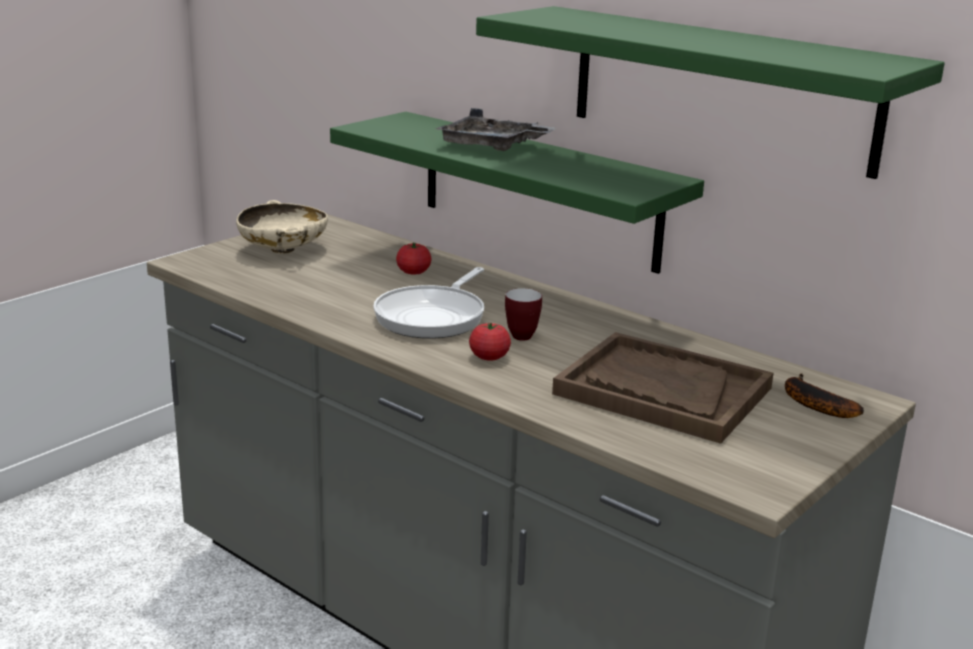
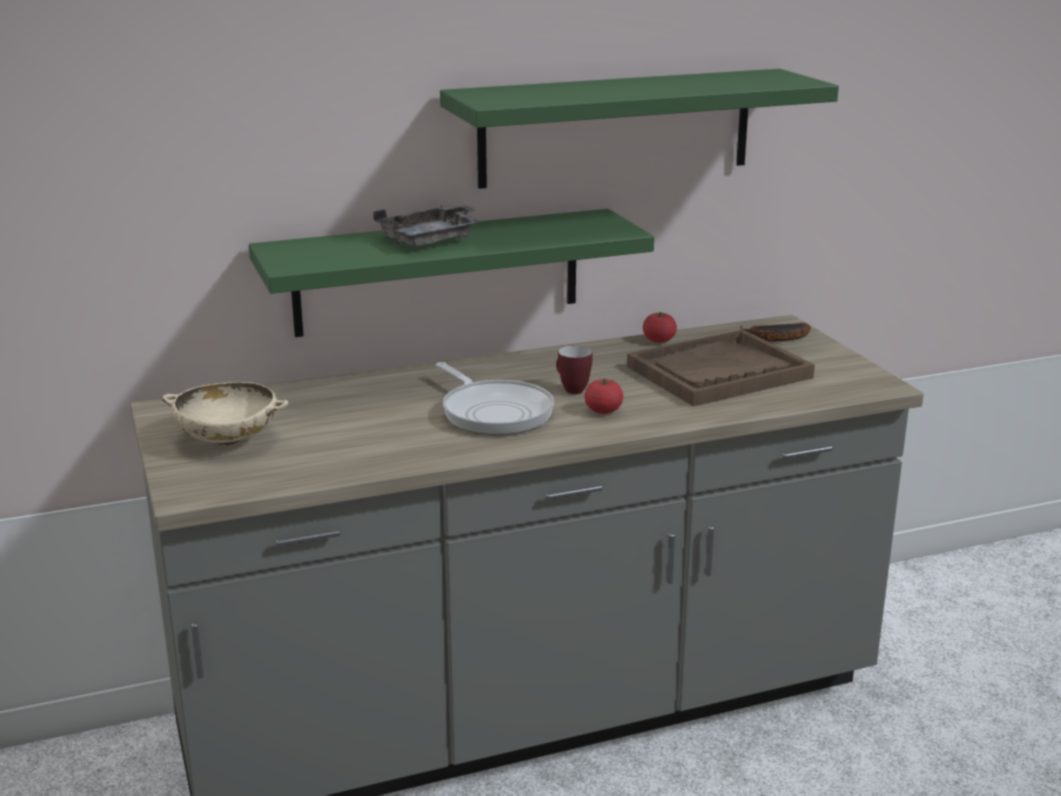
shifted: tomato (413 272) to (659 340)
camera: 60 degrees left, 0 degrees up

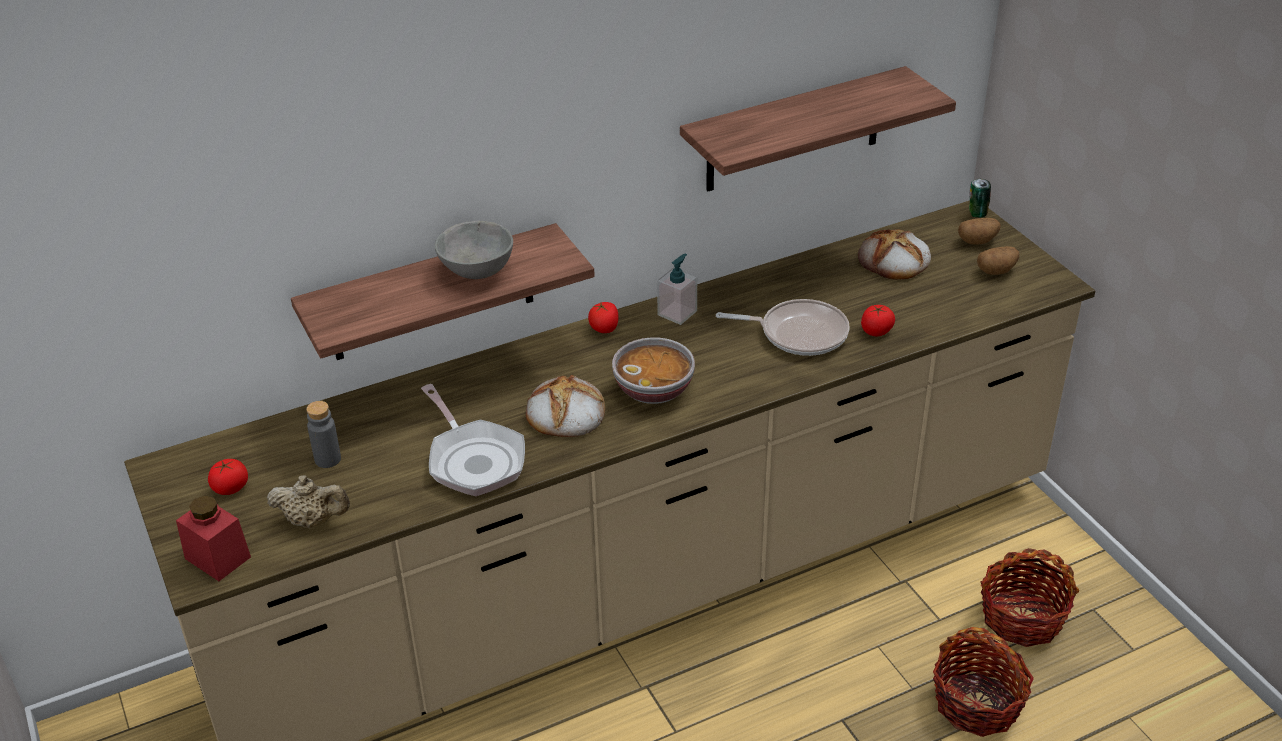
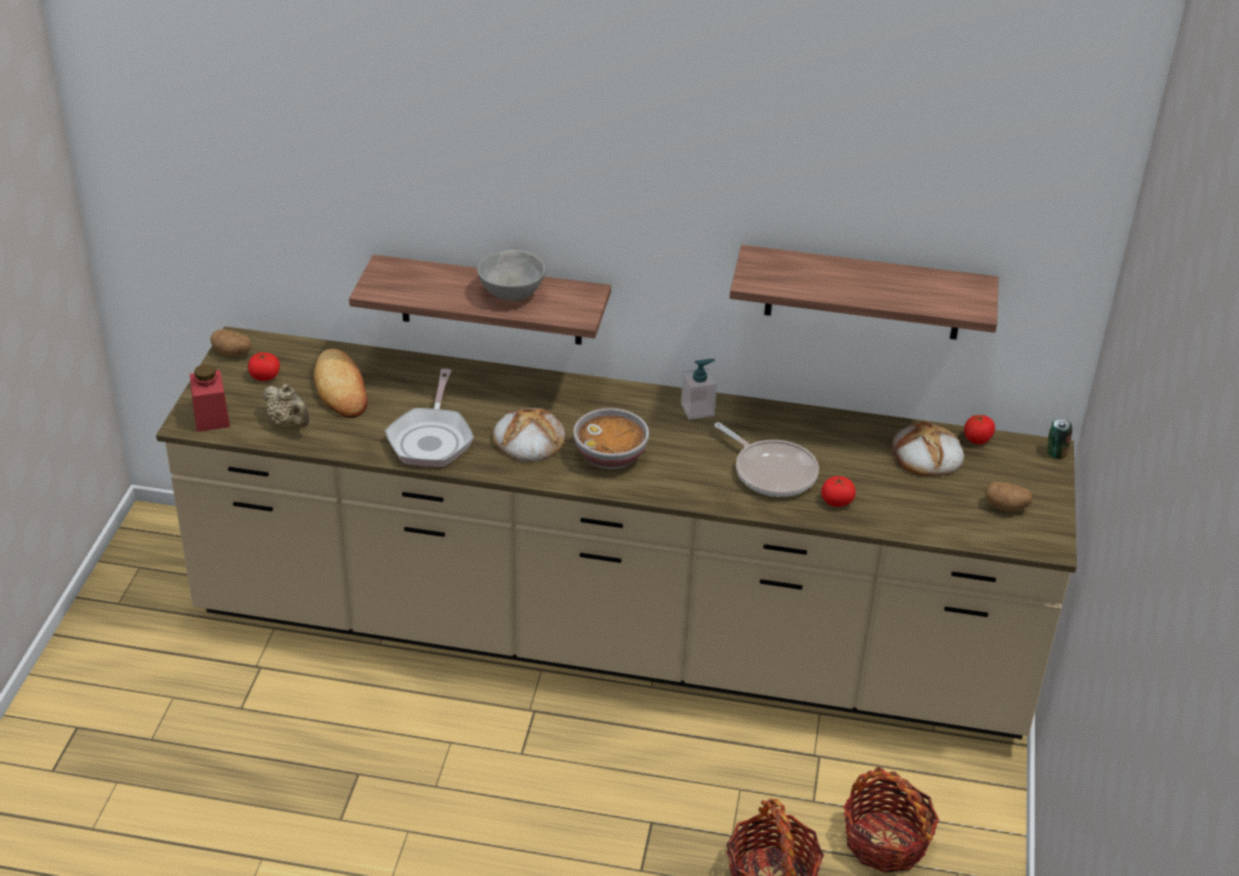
shifted: tomato (604 328) to (977 439); whole potato (977 241) to (233 354)
swapped: gray drink bottle (327 459) to bread (341 389)
camera: 35 degrees right, 0 degrees up

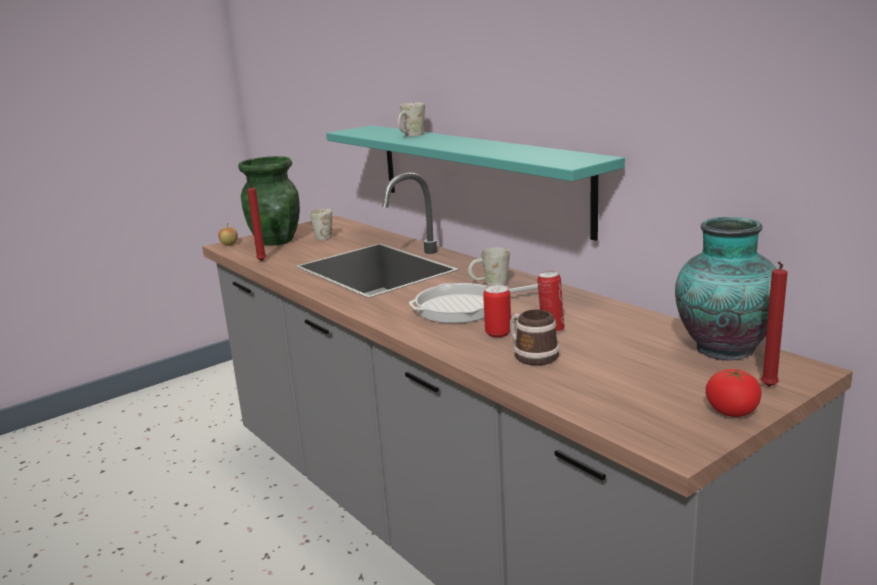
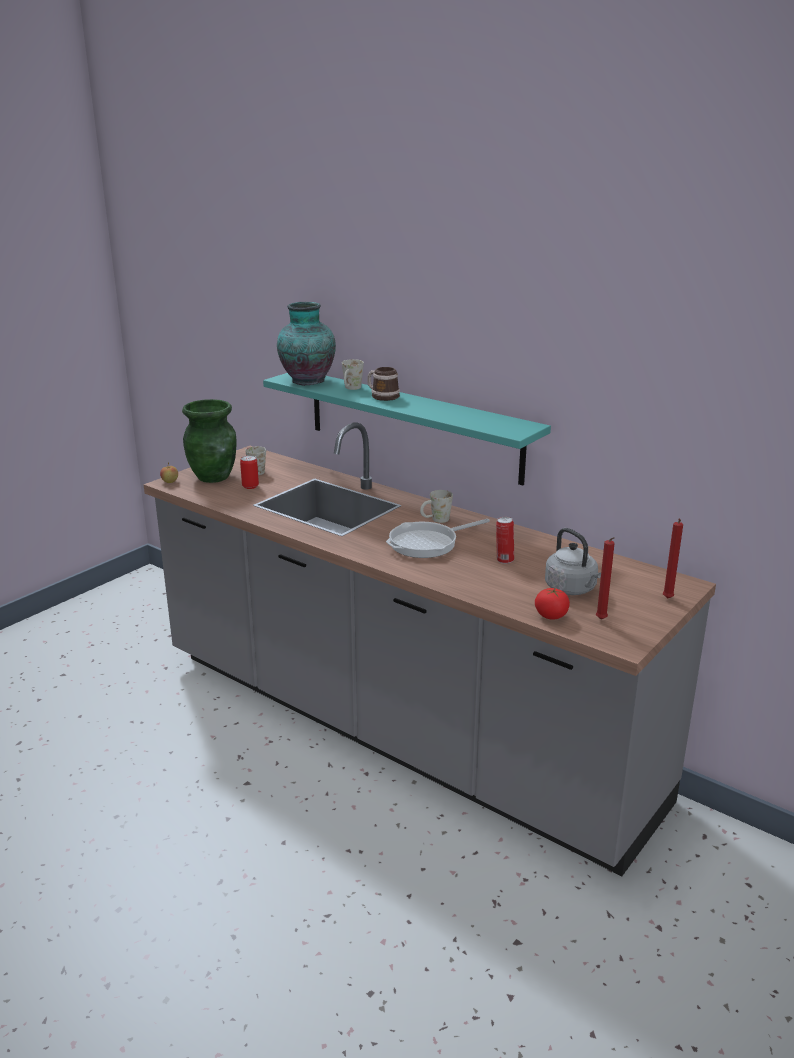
new: gray water kettle (572 589)
shifted: reddish wax candle (261 261) to (601 620); sealed can (498 333) to (250 486); tea mug (531 354) to (382 396); decorative vase (721 349) to (306 381); tomato (731 411) to (551 615)
camera: 15 degrees left, 5 degrees up

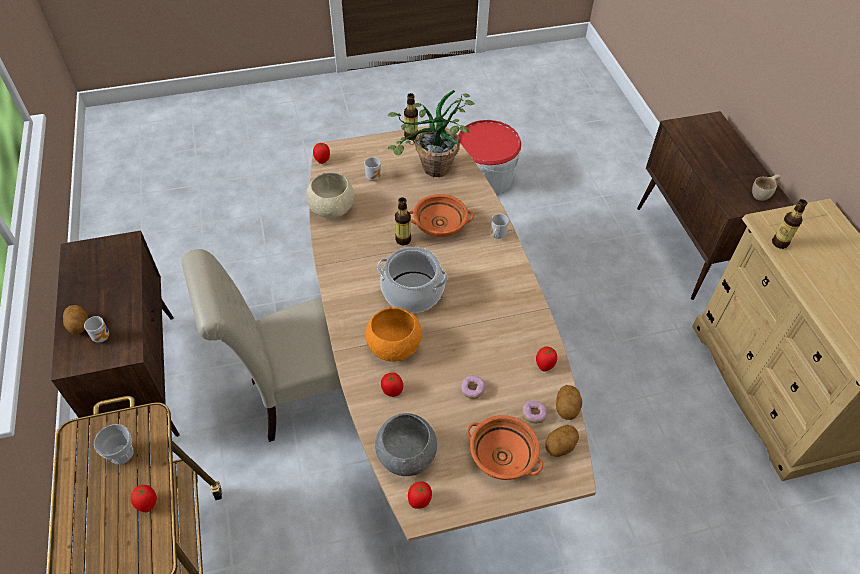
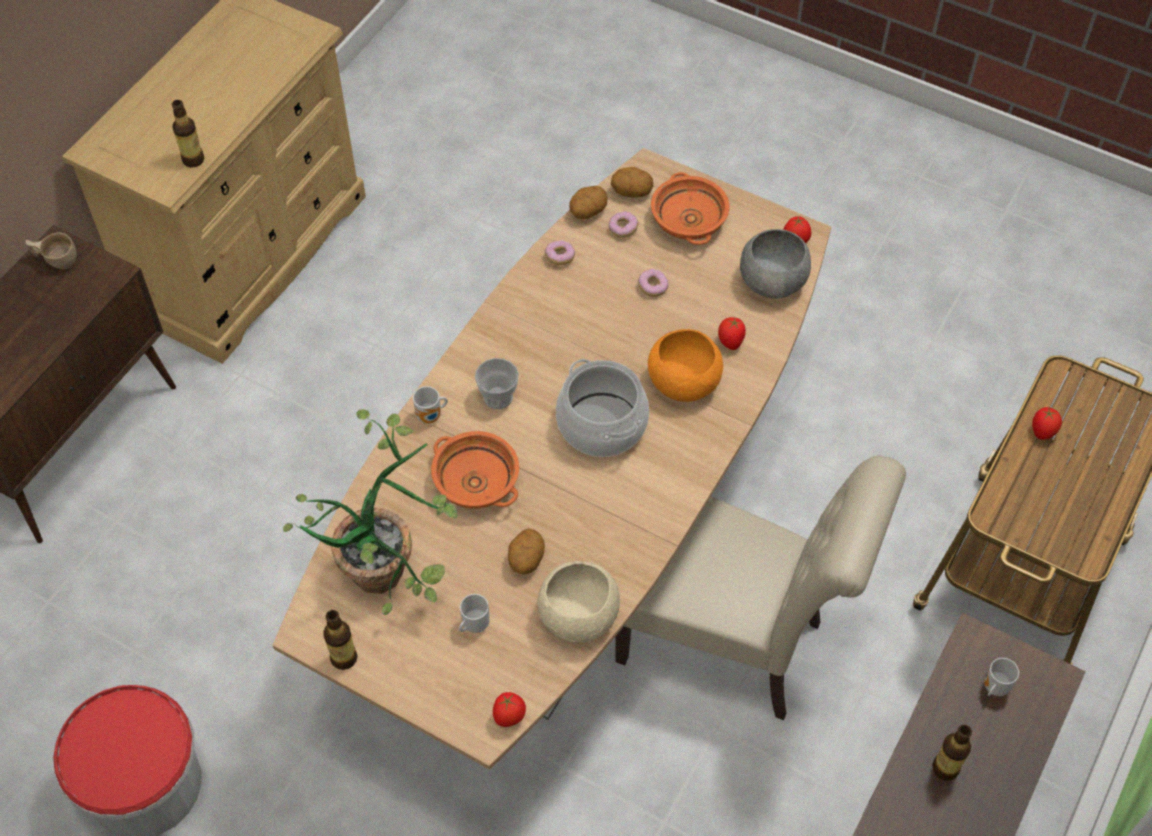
shifted: whole potato (79 326) to (526 560); cup (121 453) to (498 397); drink bottle (403 240) to (945 768)
swapped: tomato (544 365) to doughnut (560 257)
camera: 135 degrees left, 5 degrees up

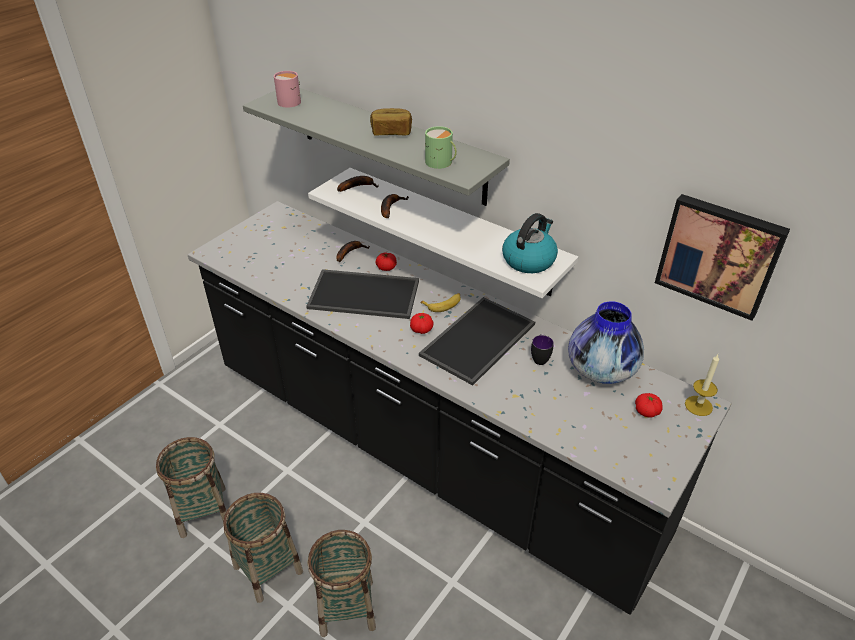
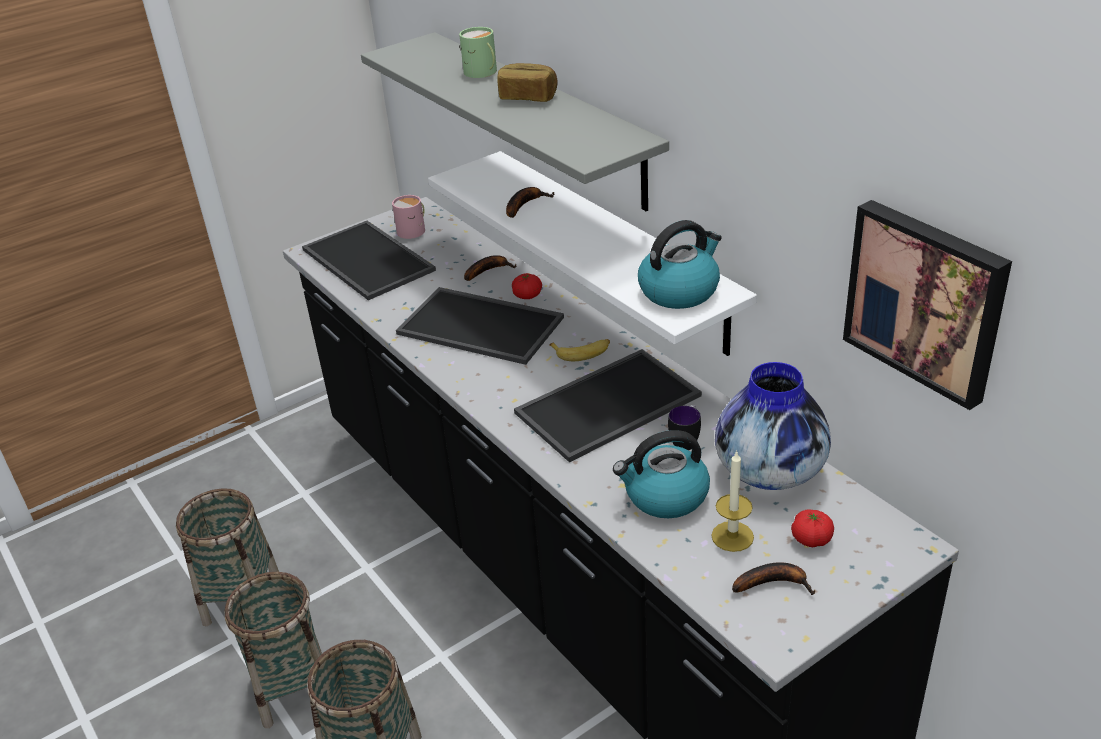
gone: tomato (421 329)
new: carrying tray (365 260); water kettle (665 496)
shifted: pink-coloured tea mug (291 101) to (414 230); banana fruit (358 186) to (774 583); green-coloured tea mug (441 163) to (482 72); wax candle (698 406) to (732 536)
camera: 20 degrees right, 5 degrees down

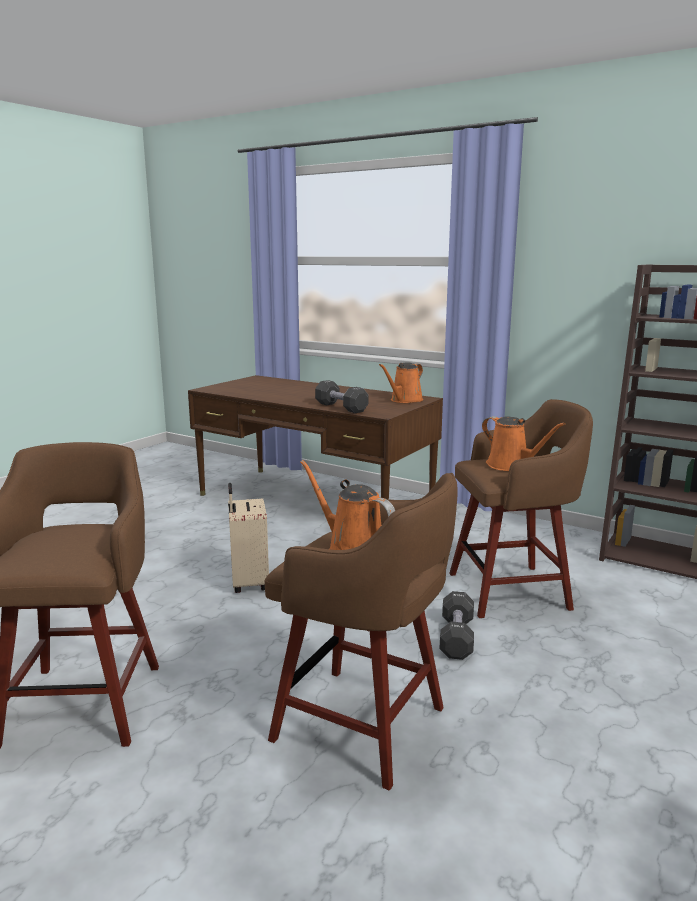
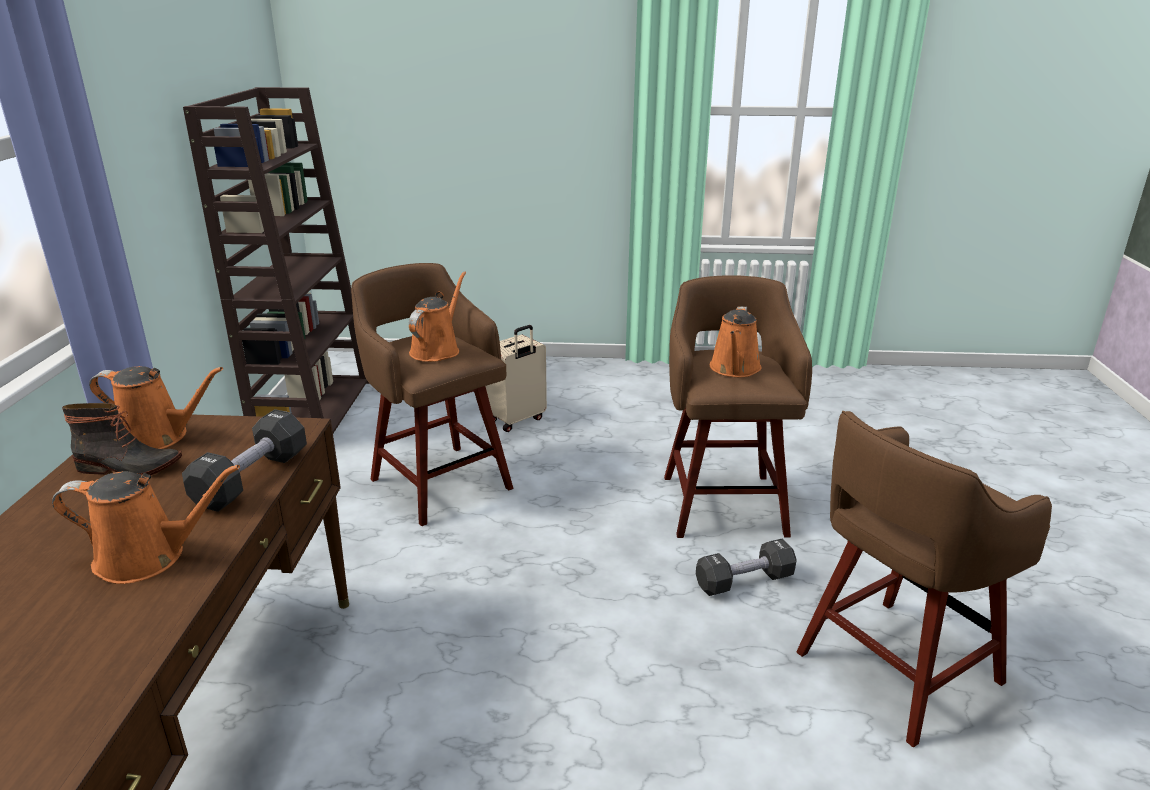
new: orange-coloured watering can (148 557); high-top boot (129 468)
shifted: sand-coloured travel case (248 583) to (517 420); blackish free weight (456 637) to (744 581)
camera: 120 degrees left, 10 degrees up

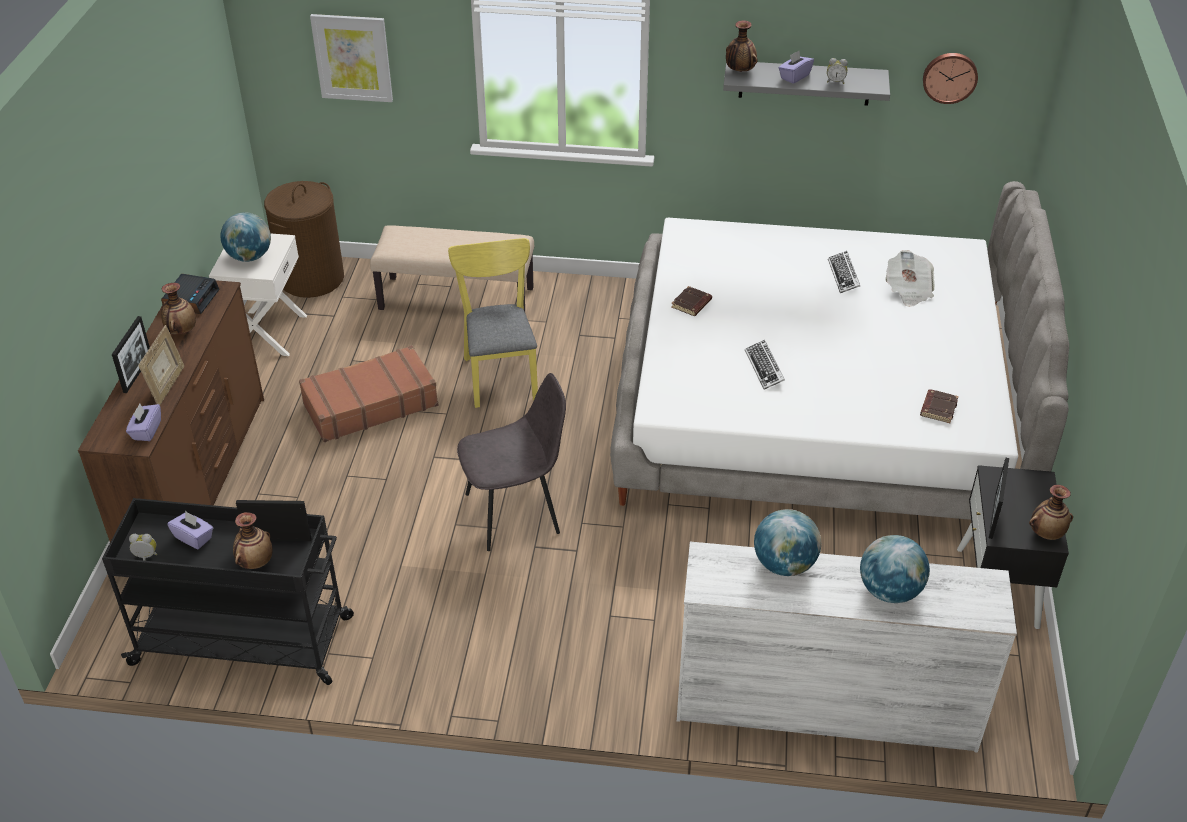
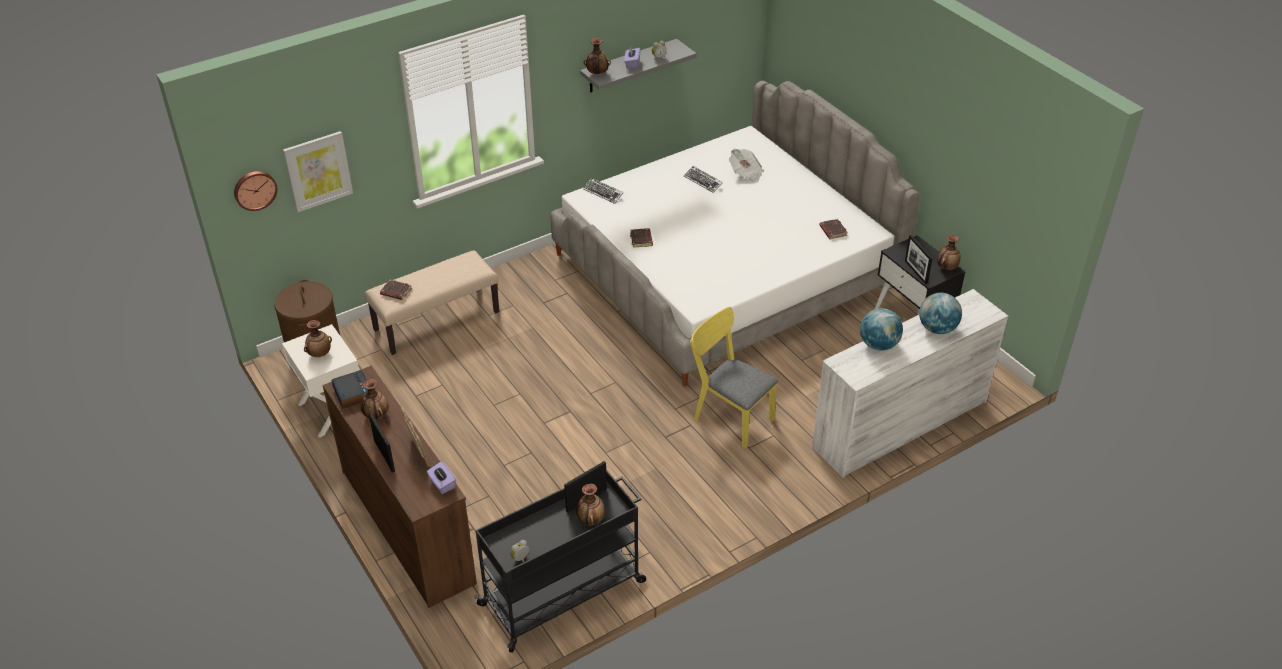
gone: purple-coloured box of tissues (194 537); brownish travel case (370 404); gray chair (515 513)
new: brownish book (395 292)
shifted: yellow-coloured chair (500 373) to (729 416); PC keyboard (764 368) to (603 193); clock on the wall (950 77) to (254 189)
swapped: desk globe (250 257) to decorative vase (319 354)
camera: 40 degrees left, 0 degrees up

